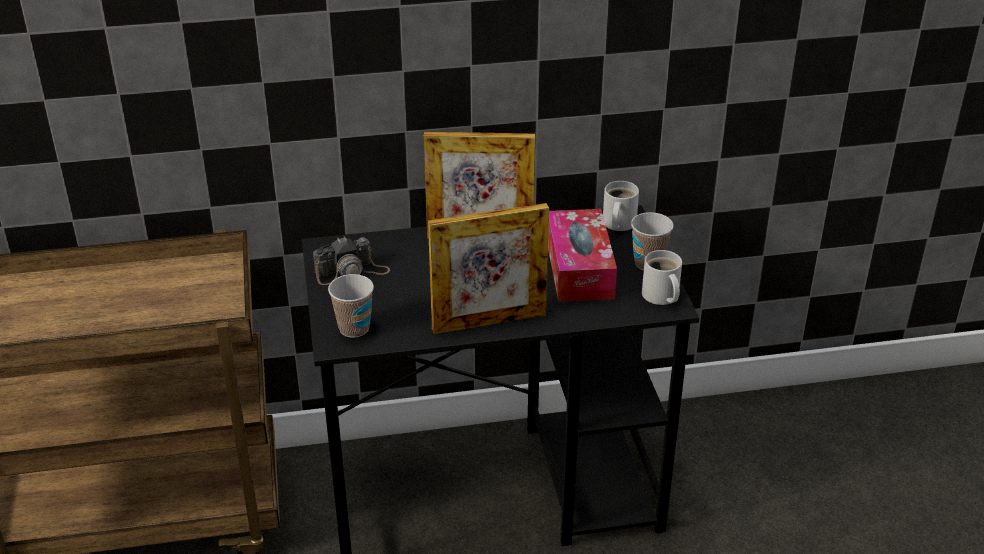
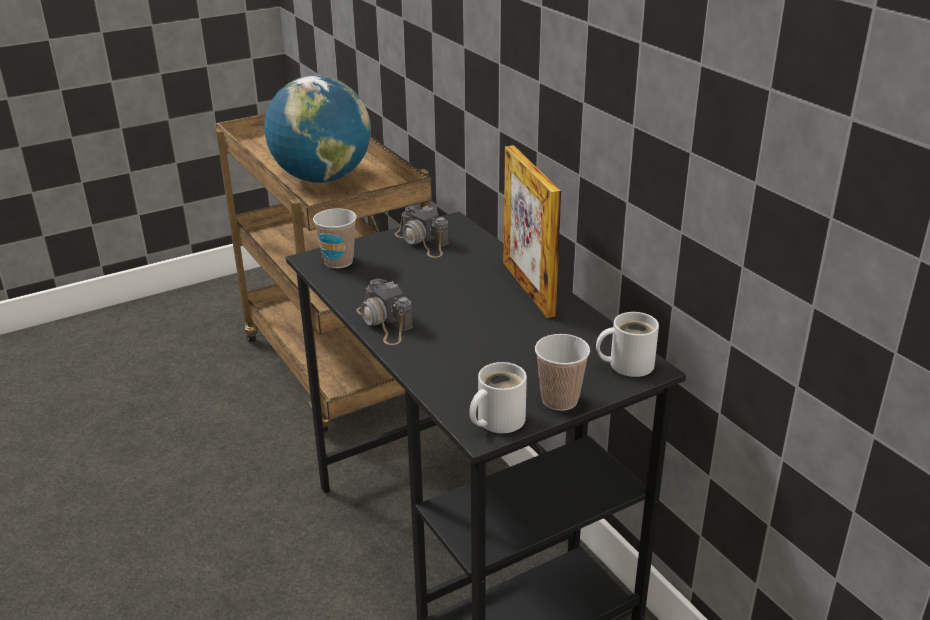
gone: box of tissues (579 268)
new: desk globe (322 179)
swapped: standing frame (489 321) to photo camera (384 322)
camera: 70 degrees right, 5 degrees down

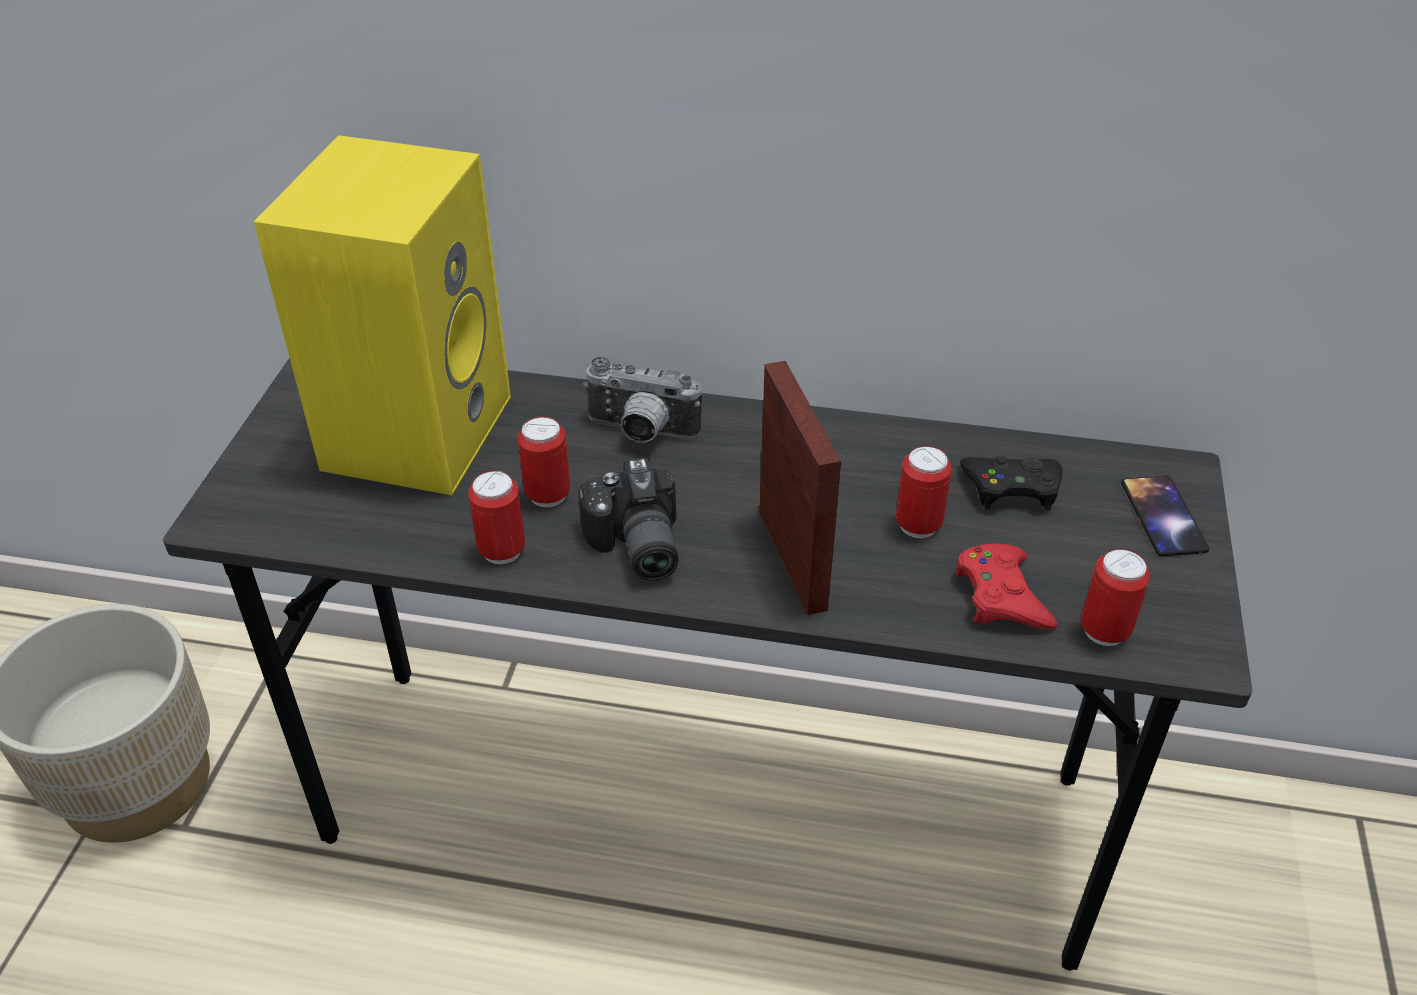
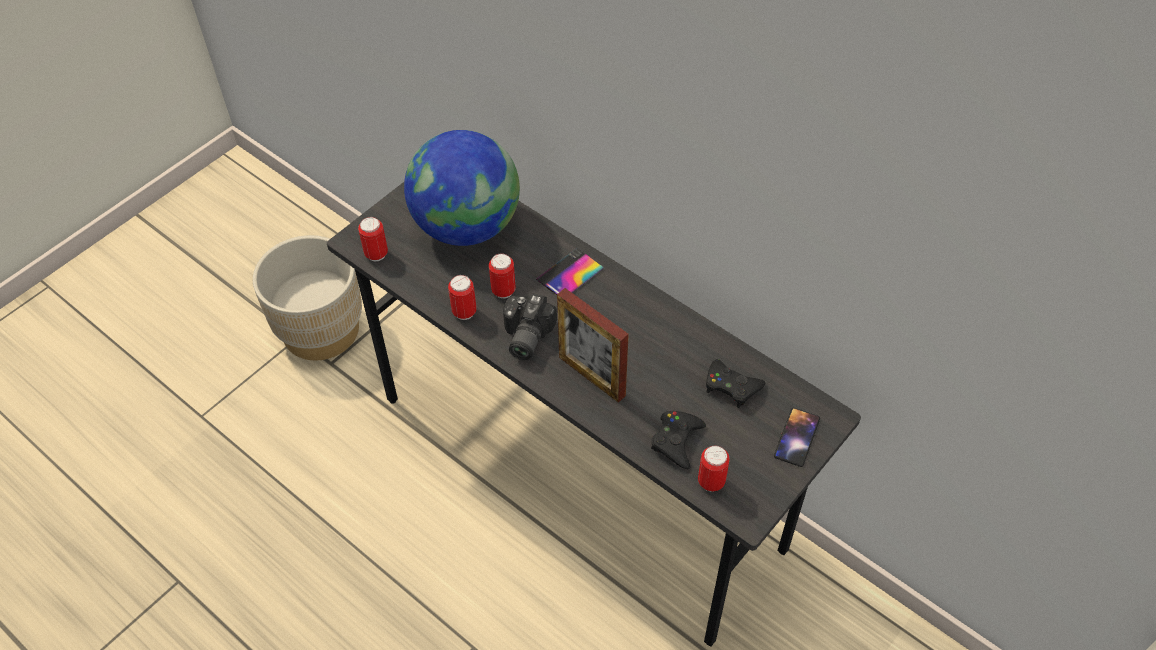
shifted: sealed can (918 525) to (376 254)
swapped: yellow-coloured audio speaker (416 429) to desk globe (467 226); photo camera (640 433) to telephone (570 274)
repainted: reddish gamepad (1001 595) to blackish gamepad (676 441)
rotated: standing frame (792 559) = (592 376) 120 degrees clockwise
camera: 30 degrees right, 10 degrees up

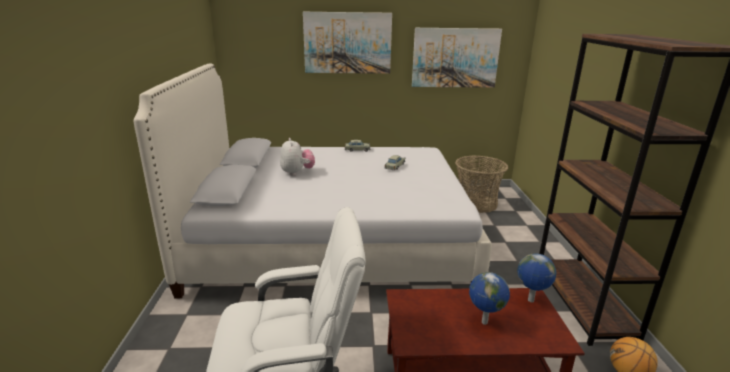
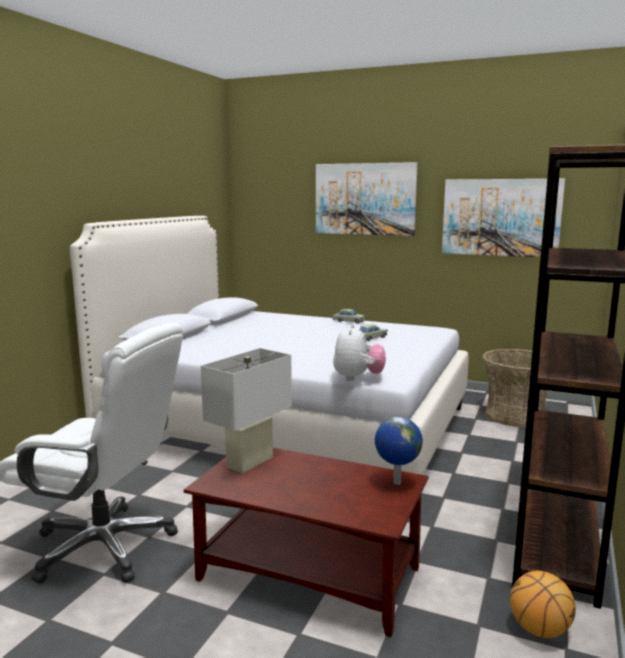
gone: desk globe (483 322)
new: white-coloured table lamp (250 462)
shifted: soft toy (297 173) to (358 378)
camera: 25 degrees right, 10 degrees down

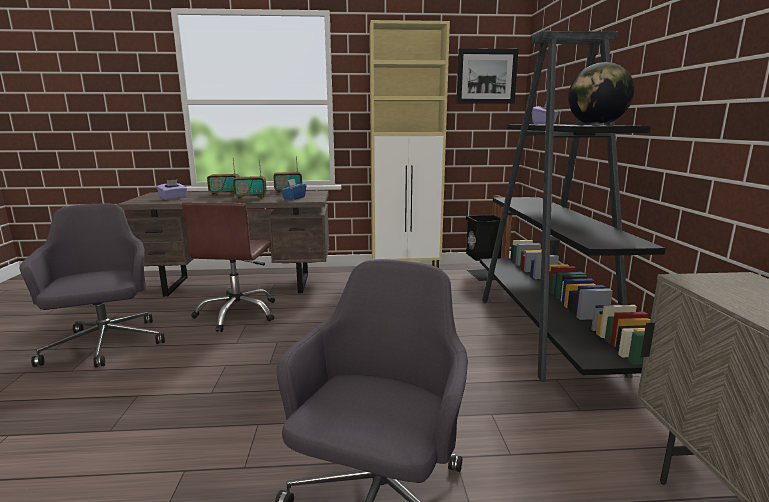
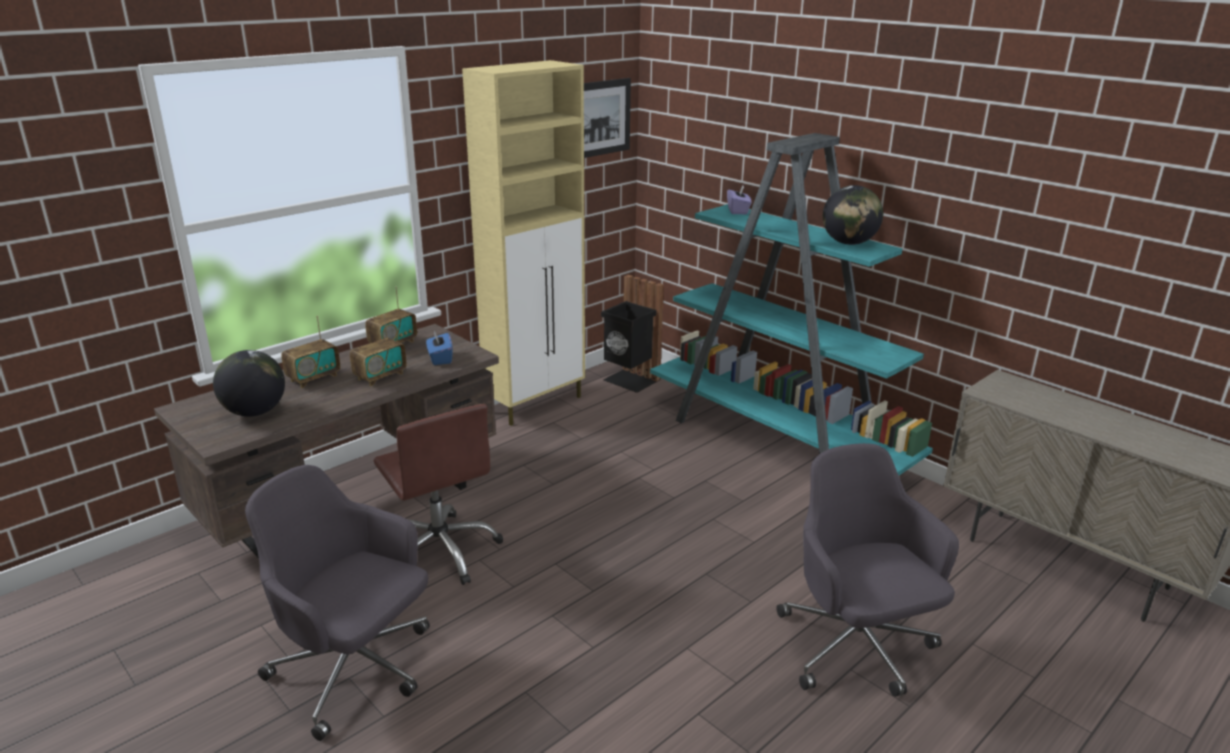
swapped: purple-coloured box of tissues (173 198) to desk globe (255 412)
repainted: blackish shelving unit (545 334) to turquoise-coloured shelving unit (777 442)
camera: 40 degrees left, 10 degrees up

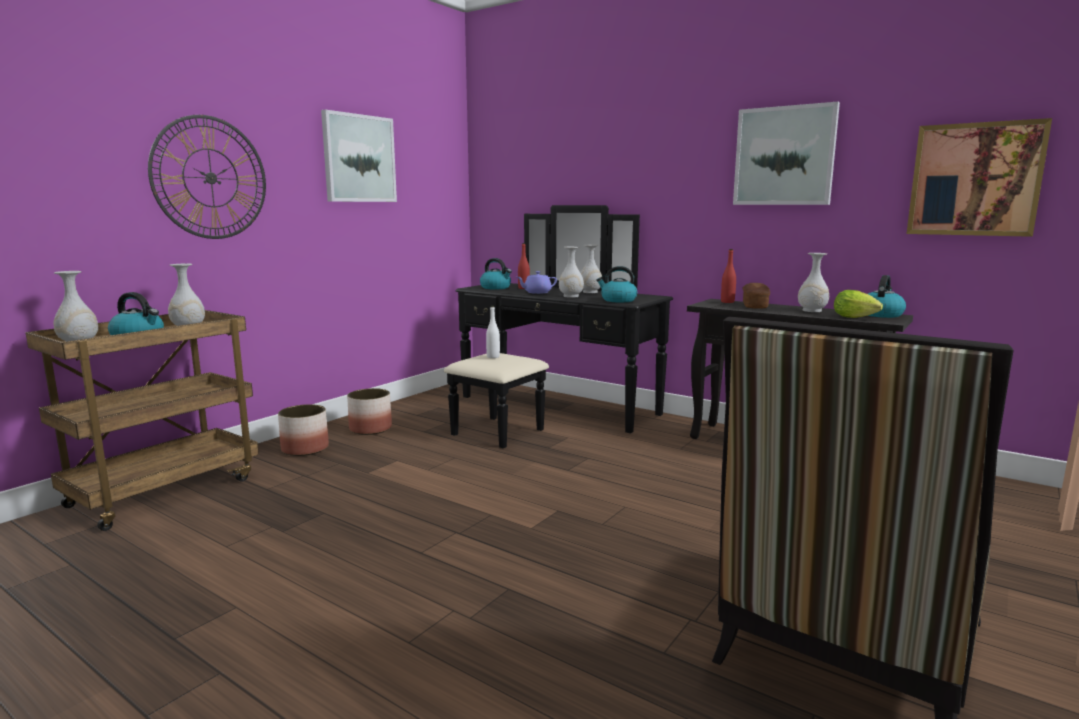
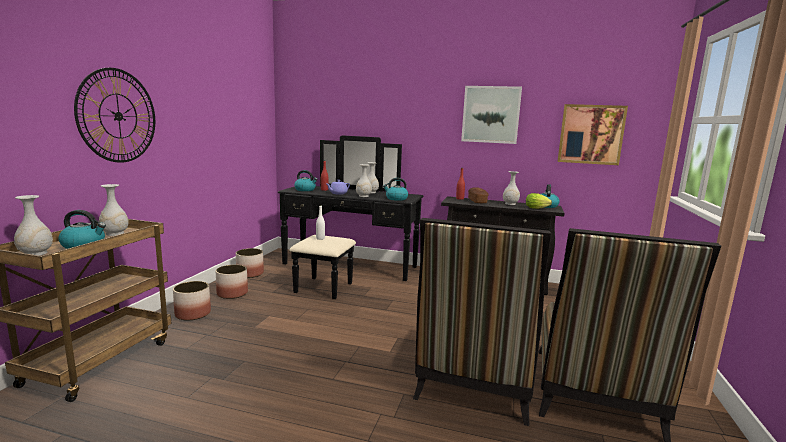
gone: picture (359 158)
new: plant pot (250 274); chair (475 382)
camera: 20 degrees left, 0 degrees up

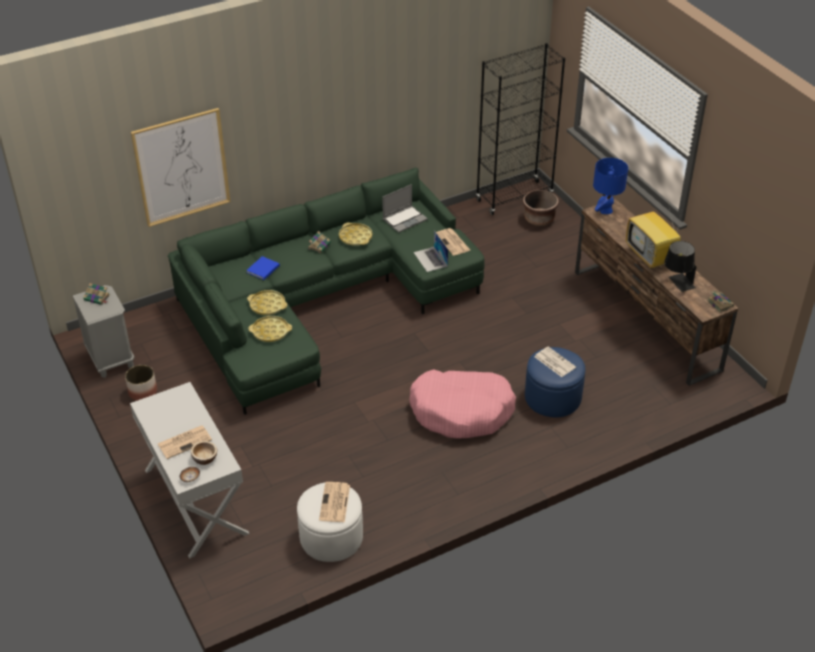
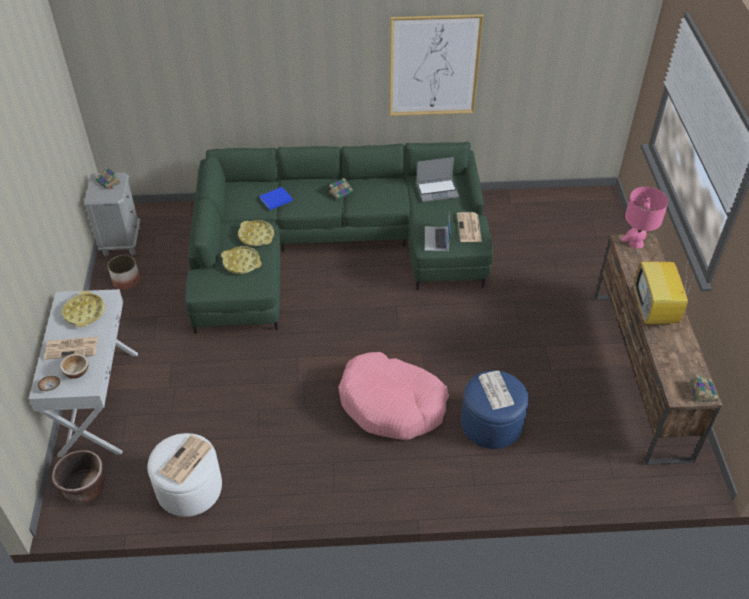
gone: blackish shelving unit (514 198); blackish table lamp (677 283)
shifted: picture (182 167) to (434 66); yellow-coloured carrying tray (355 237) to (84 312); brownish plant pot (539 219) to (84 487)
repainted: blue table lamp (606 210) to pink-coloured table lamp (635 243)
camera: 25 degrees right, 5 degrees up

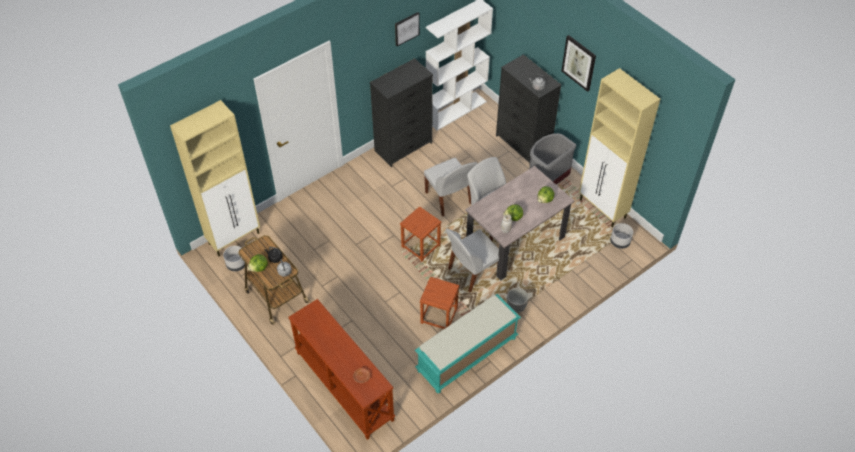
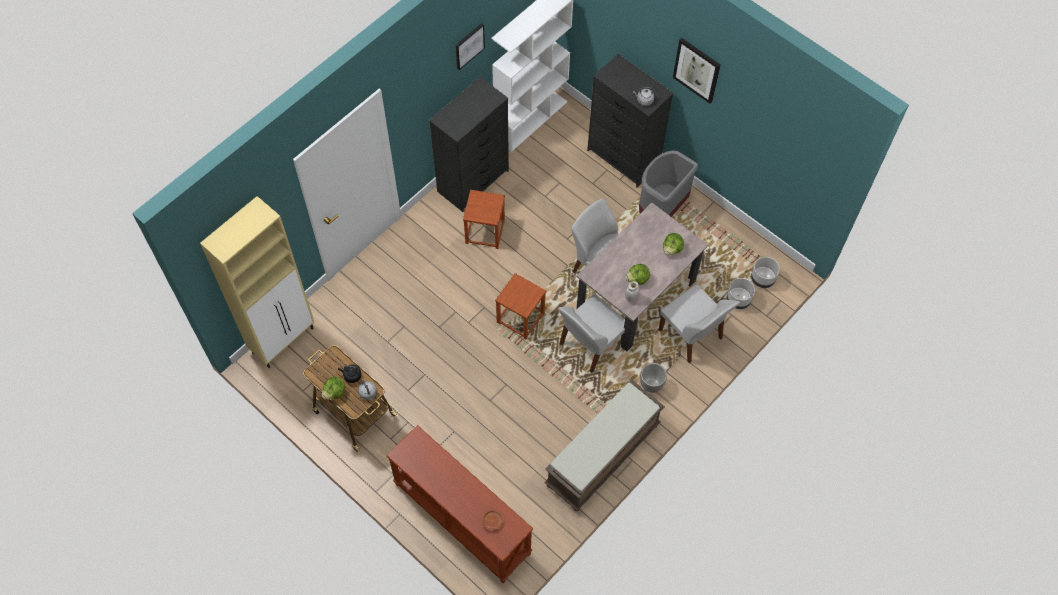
gone: sand-coloured cabinet (603 209)
shifted: gray plant pot (237 264) to (738 299); brownish stool (438 315) to (484 231); white-coloured chair (449 199) to (691 335)
repainted: turquoise-coloured bench (467 355) to brownish bench (602 456)
camera: 10 degrees left, 10 degrees up

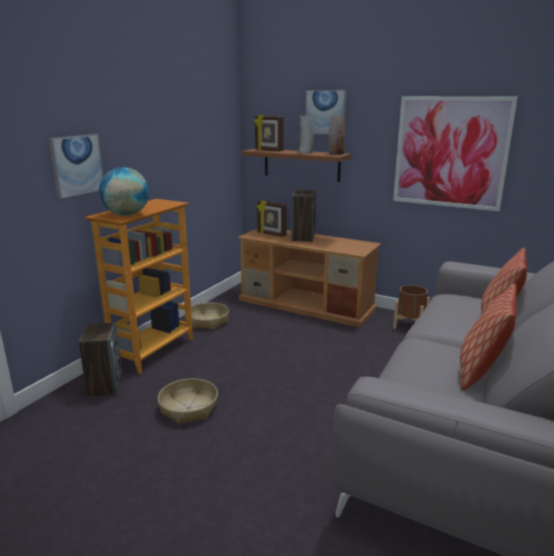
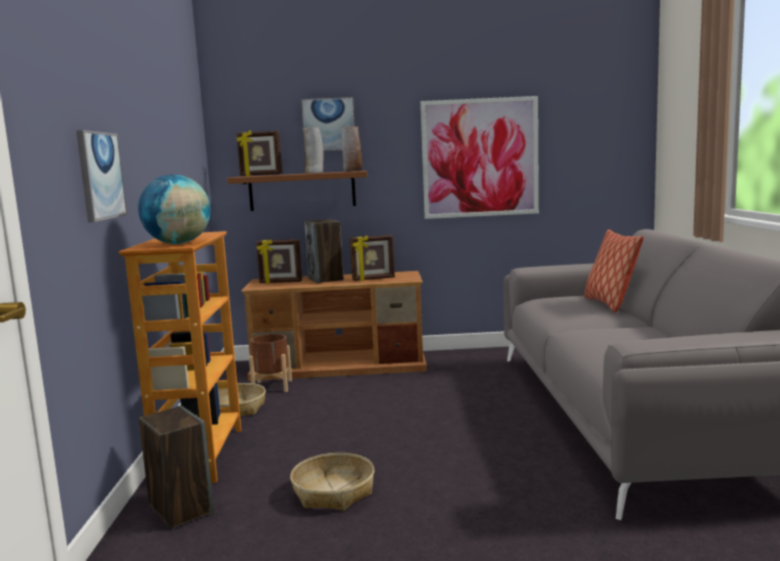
gone: throw pillow (481 372)
new: standing frame (373 279)
shifted: brownish plant pot (409 326) to (272 386)
camera: 30 degrees left, 10 degrees down

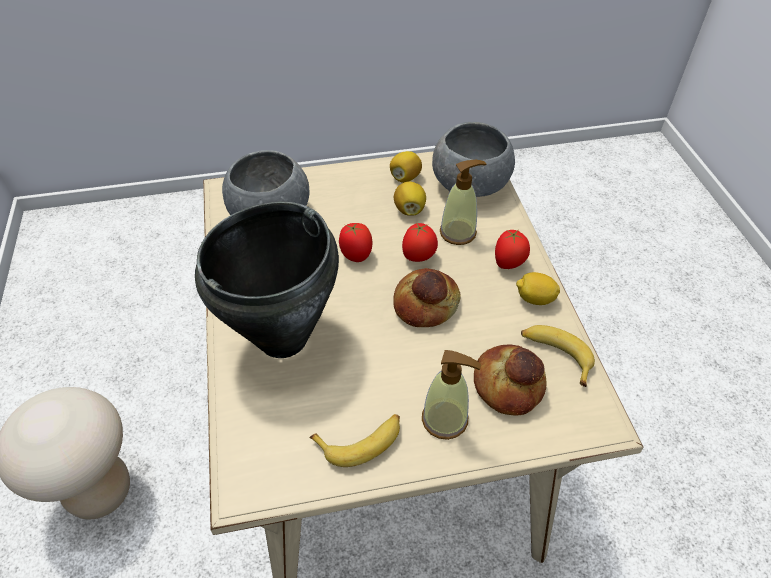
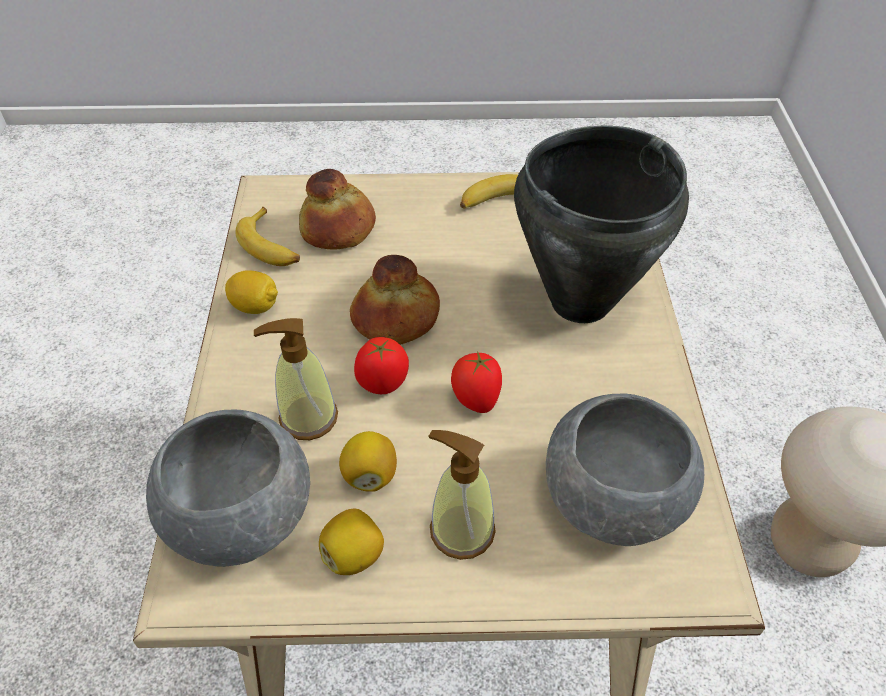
gone: tomato (509 264)
shifted: liquid soap bottle (445 419) to (461 530)
camera: 170 degrees left, 0 degrees up

